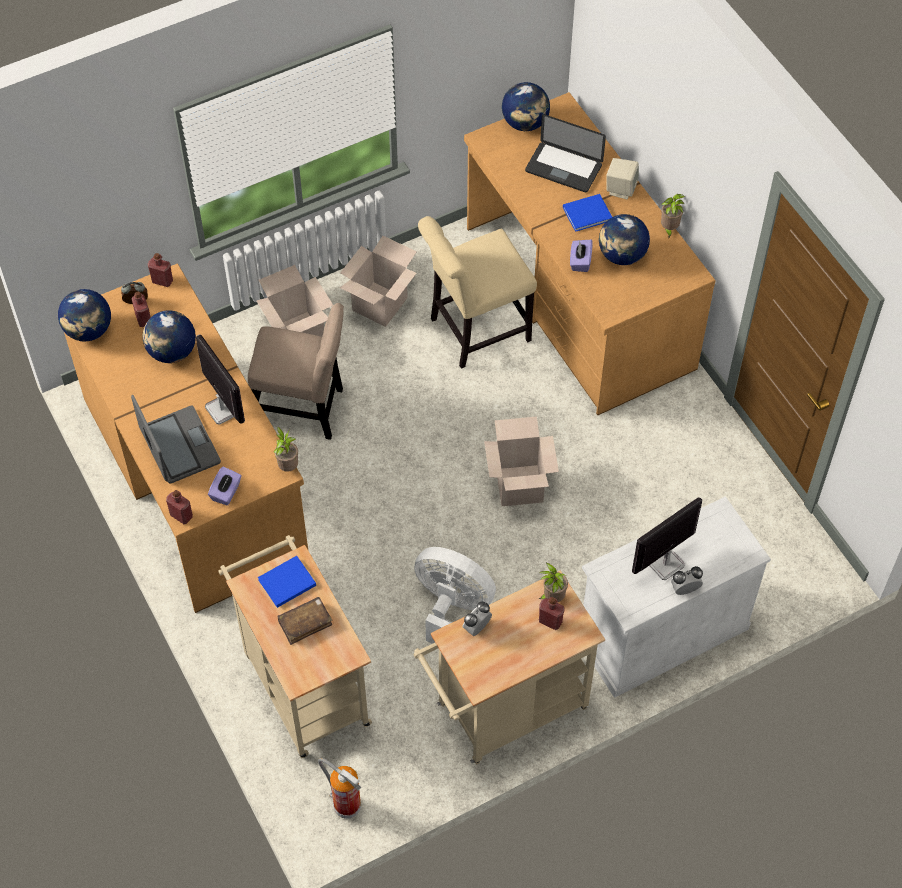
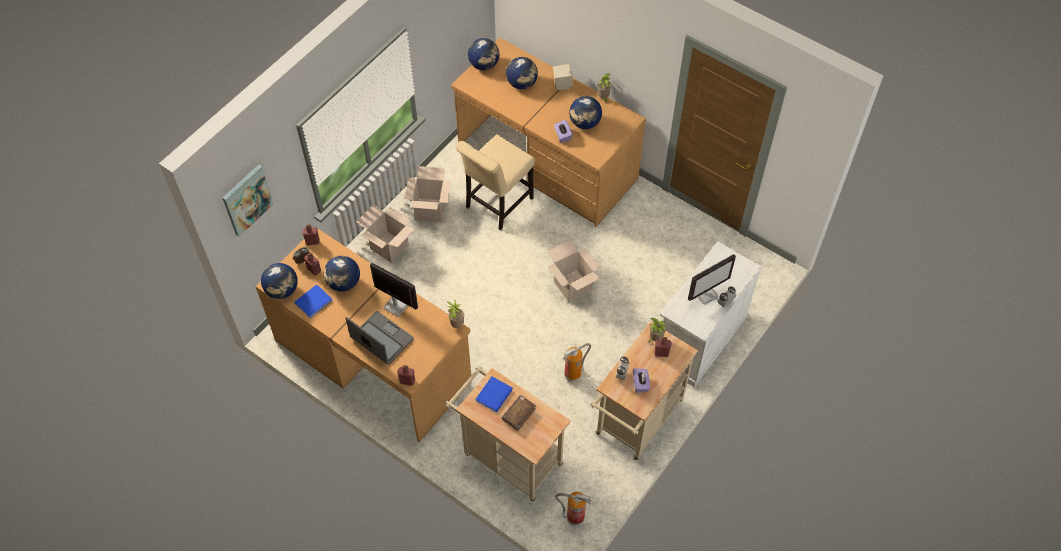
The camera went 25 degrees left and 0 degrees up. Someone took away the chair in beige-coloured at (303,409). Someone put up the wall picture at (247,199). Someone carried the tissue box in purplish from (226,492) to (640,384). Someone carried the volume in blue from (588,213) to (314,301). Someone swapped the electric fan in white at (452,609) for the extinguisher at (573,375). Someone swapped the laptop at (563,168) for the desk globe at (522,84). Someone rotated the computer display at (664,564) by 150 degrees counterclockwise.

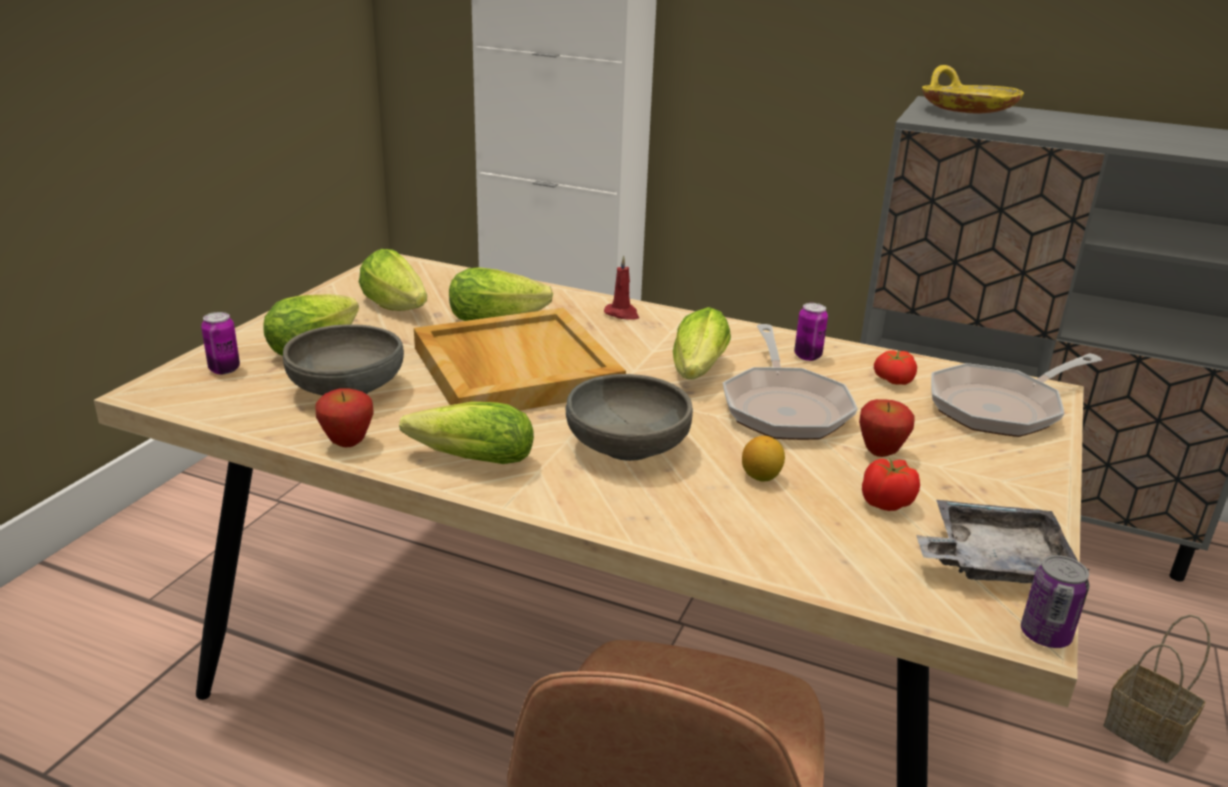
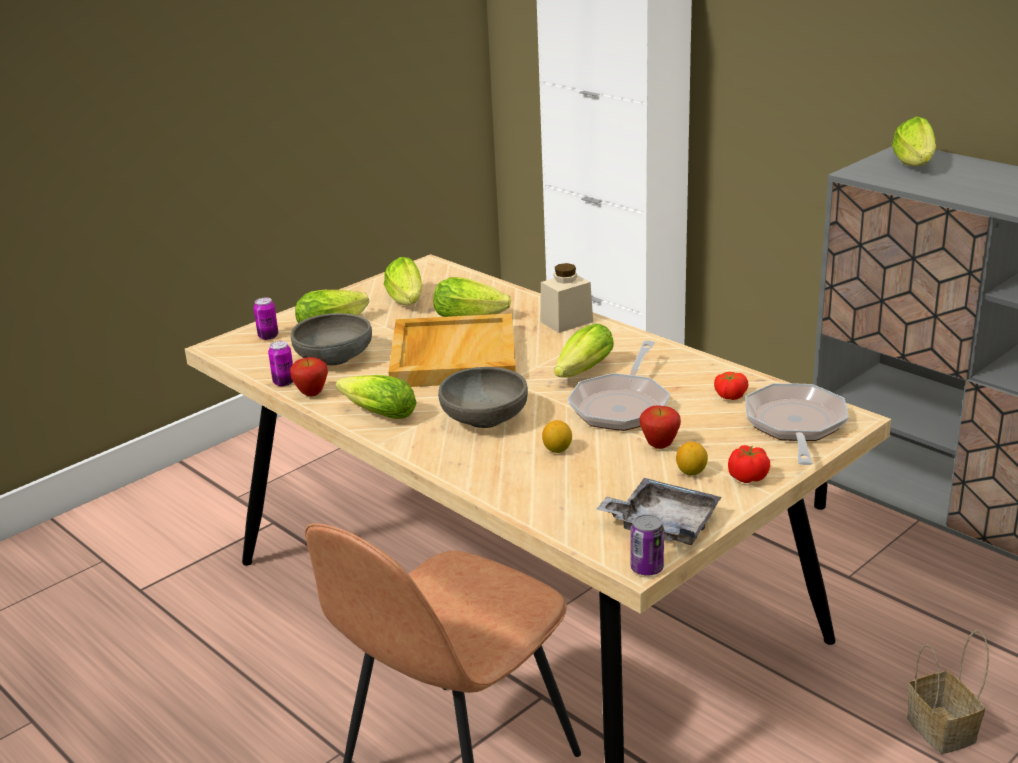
The camera went 25 degrees right and 0 degrees up. Someone put down the lemon at (691,472). Someone carried the metal can from (807,356) to (284,382). Someone carried the tomato from (885,503) to (748,478). Someone swapped the wax candle in reddish at (622,314) for the preserve jar in beige-coloured at (566,321). Someone swapped the serving bowl in yellow at (966,112) for the head of lettuce at (915,164). Someone rotated the frying pan at (1001,407) by 105 degrees clockwise.

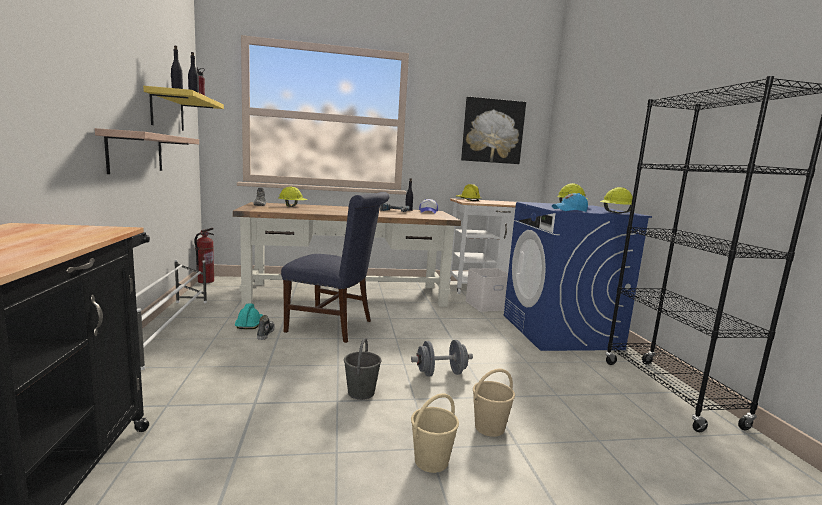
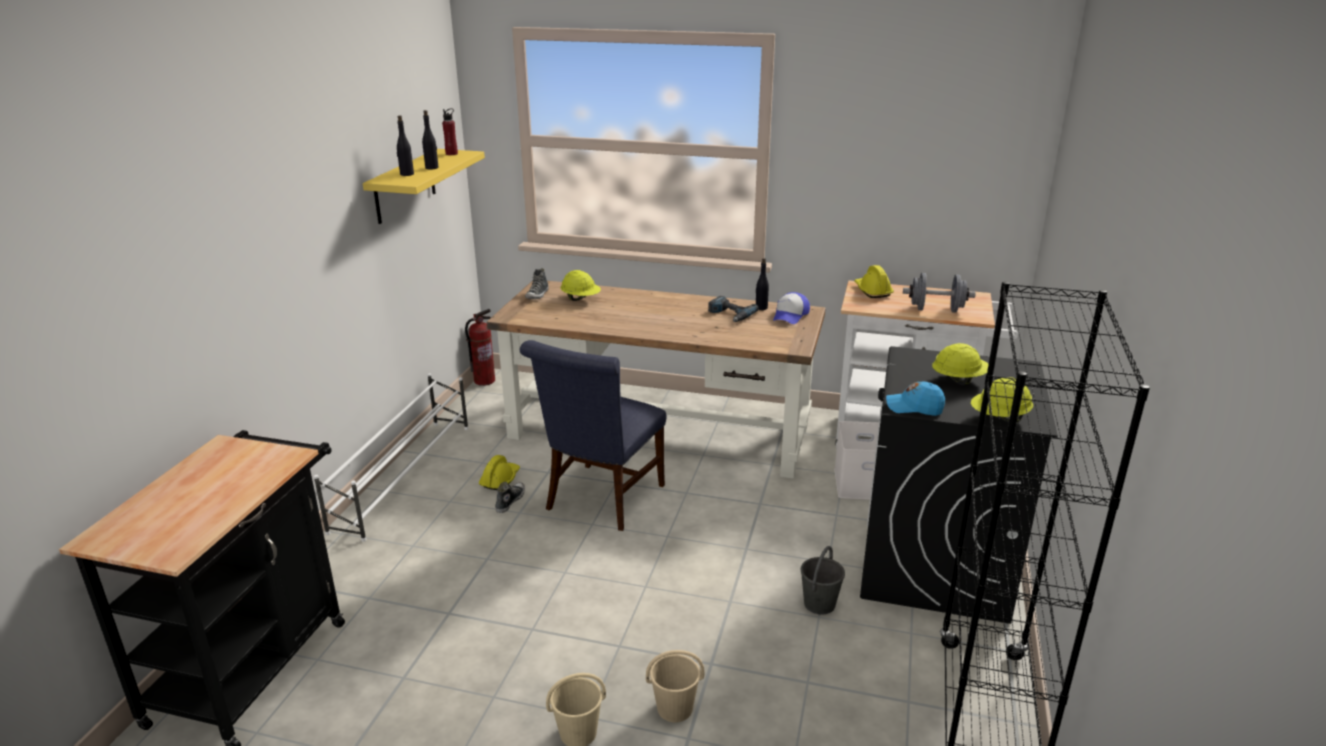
The camera went 25 degrees right and 15 degrees up. Someone took away the wall shelf at (136,152). Someone took away the wall picture at (492,131). Someone carried the pail in greyish from (361,392) to (819,603). Someone carried the free weight in greyish from (441,373) to (936,310). Someone repainted the hard hat in turquoise at (249,324), which became the hard hat in yellow at (500,480). Someone repainted the laundry machine in blue at (560,331), which became the laundry machine in black at (934,564). Someone rotated the chair in blue at (335,326) by 75 degrees clockwise.

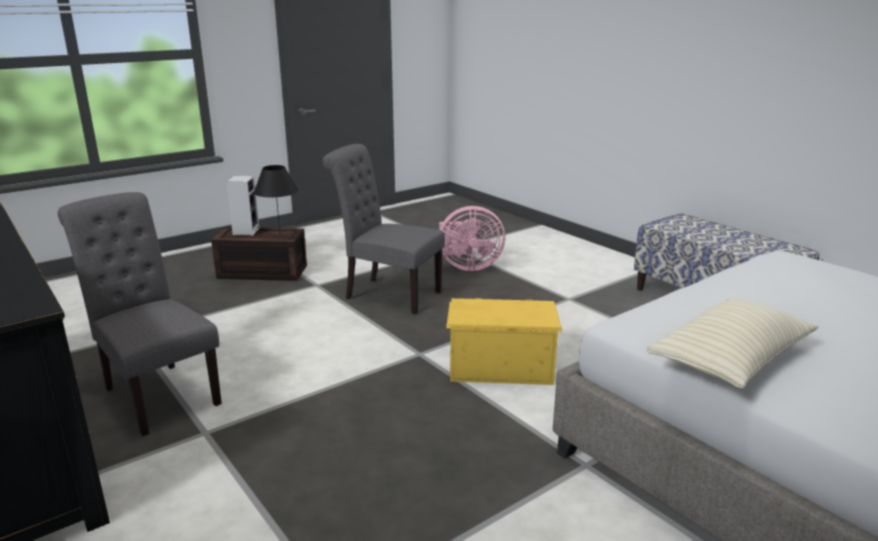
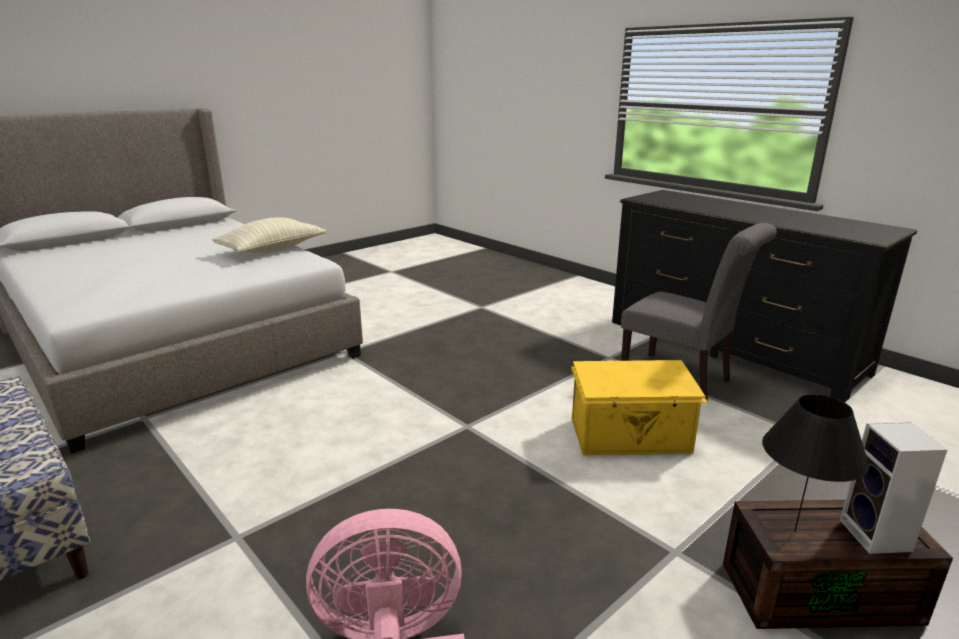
The camera went 175 degrees right and 0 degrees up. Someone took away the chair in greyish at (387,294). Someone carried the storage box in yellow from (500,366) to (631,436).

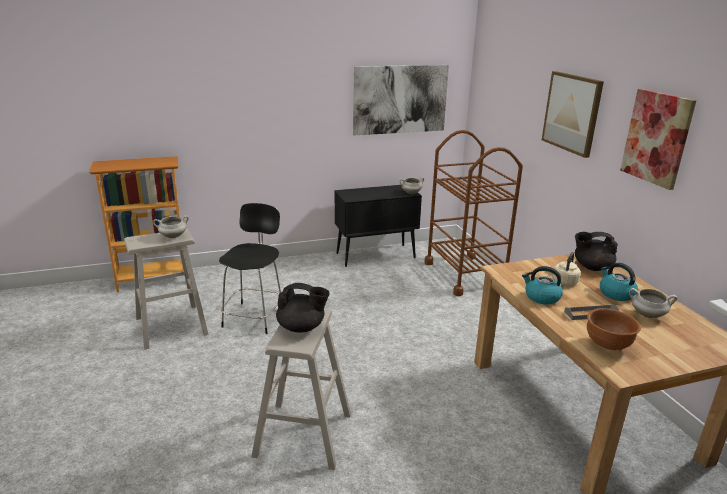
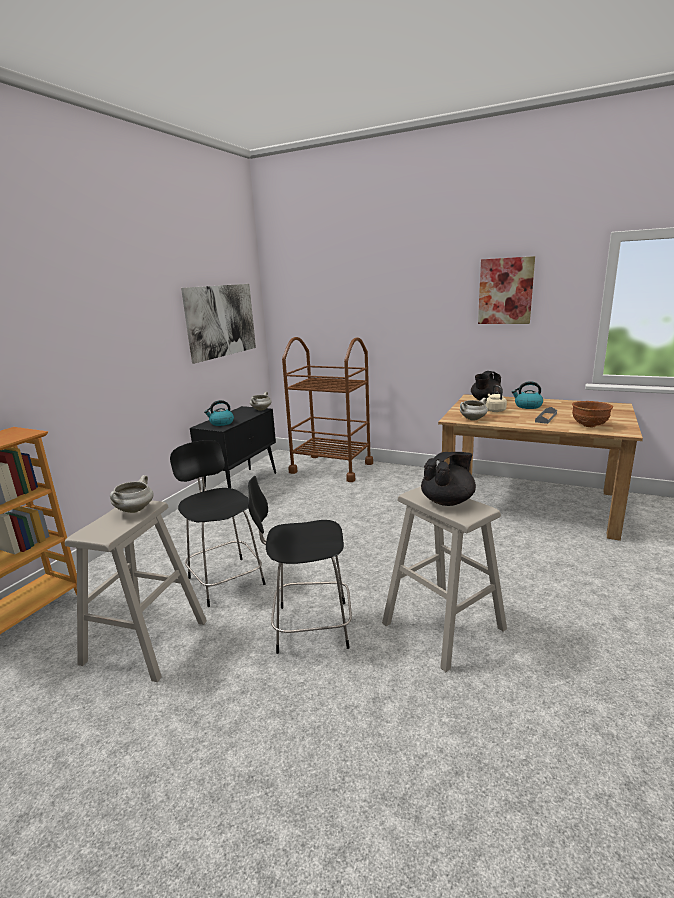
The camera went 45 degrees left and 5 degrees down. Someone took away the wall picture at (572,113). Someone put down the chair in black at (309,626). Someone carried the water kettle from (541,297) to (221,423). Someone carried the stockpot in white from (647,315) to (473,419).

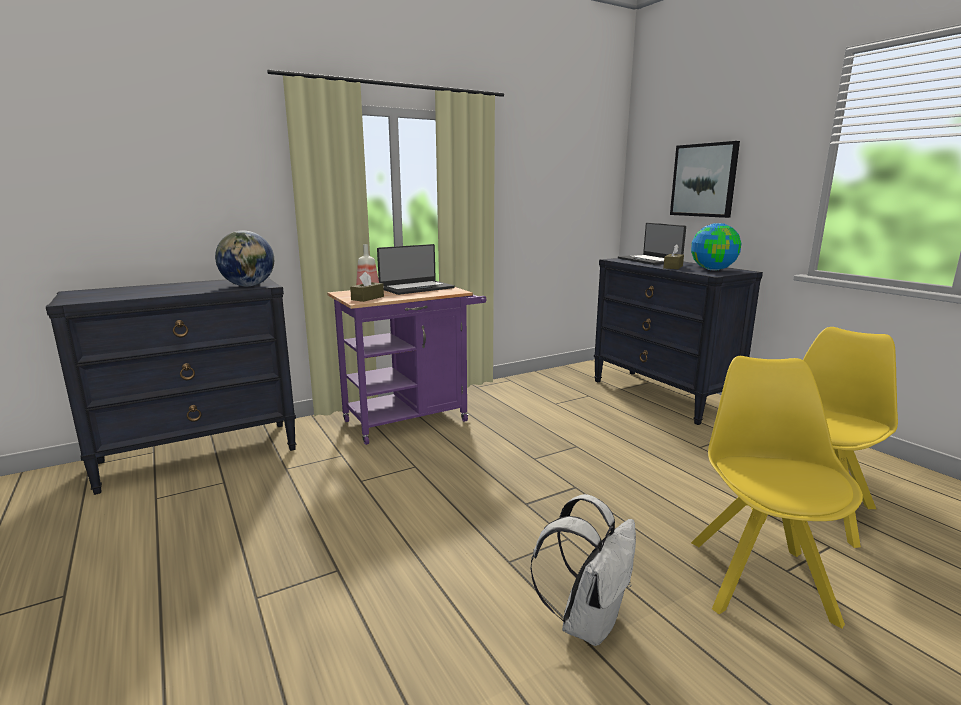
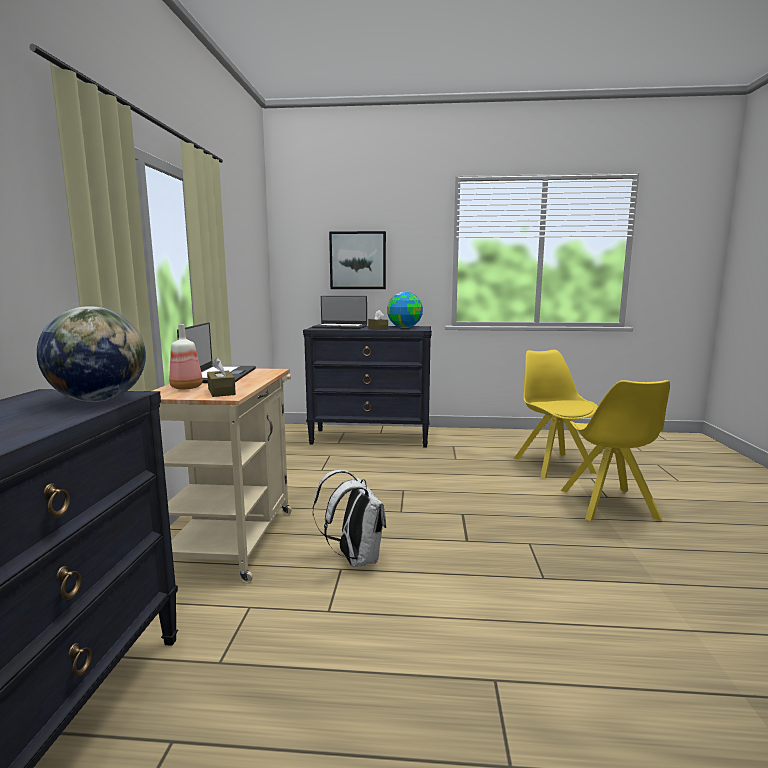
The camera went 55 degrees left and 5 degrees down. Someone carried the backpack in white from (587,621) to (354,558). Someone repainted the trolley in purplish at (413,419), which became the trolley in beige-coloured at (236,536). Someone rotated the chair in yellow at (758,577) by 135 degrees counterclockwise.

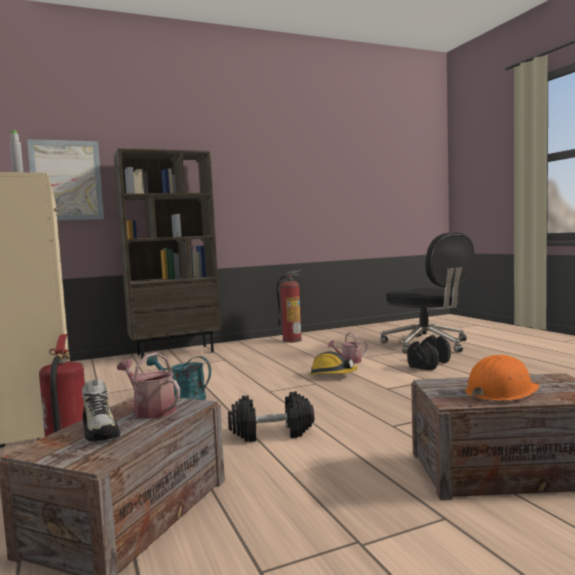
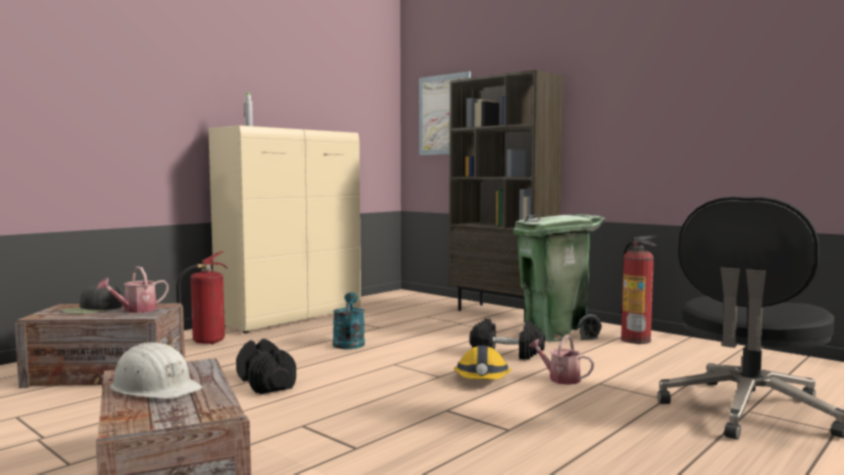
The camera went 65 degrees right and 0 degrees up. Someone put down the trash can in greenish at (556,334). Someone carried the free weight in black from (429,364) to (507,354). Someone swapped the shoe at (100,431) for the peaked cap in black at (92,309). Someone repainted the hard hat in orange at (501,392), which became the hard hat in white at (155,388). Someone rotated the watering can at (151,410) by 150 degrees counterclockwise.

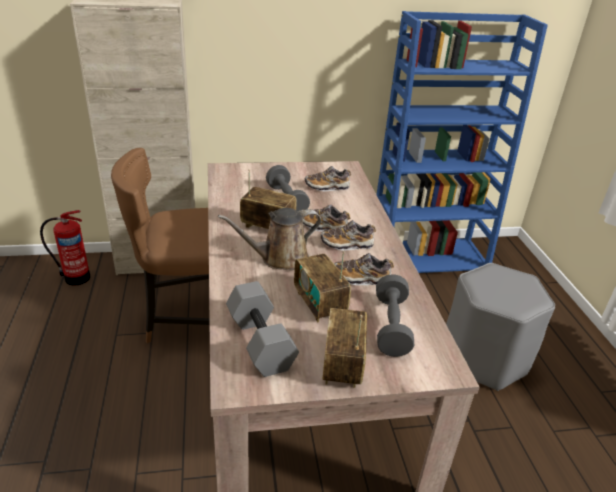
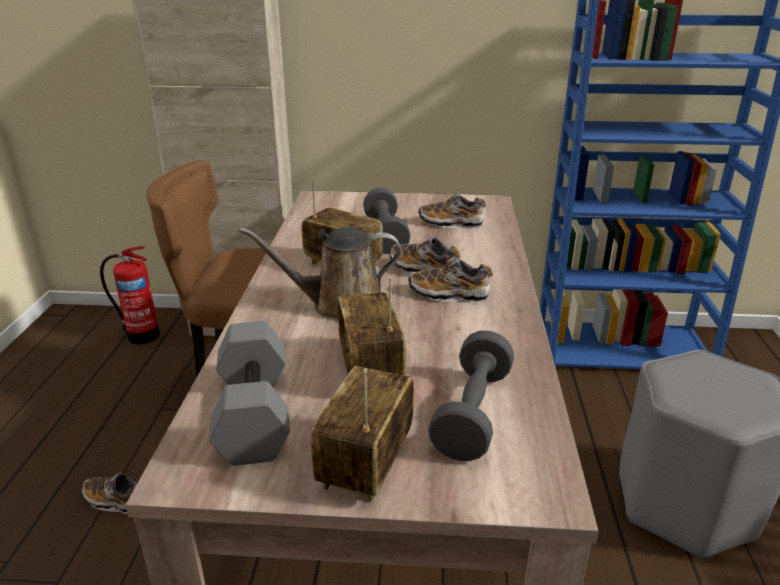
The camera went 15 degrees right and 5 degrees down. Someone carried the shoe from (361,278) to (116,501).

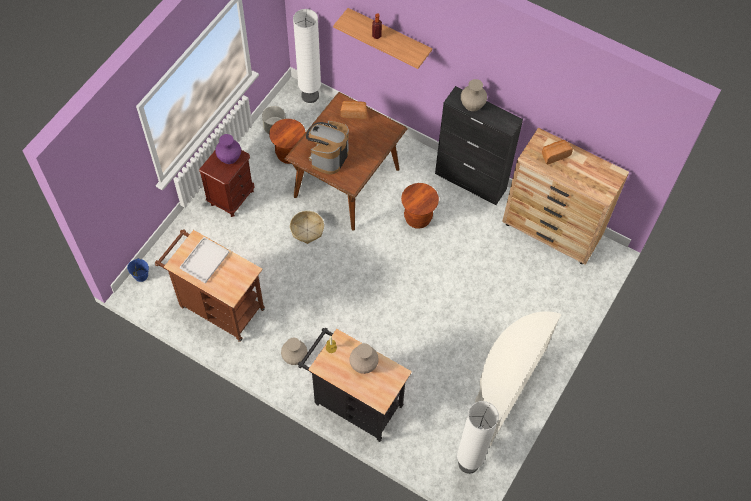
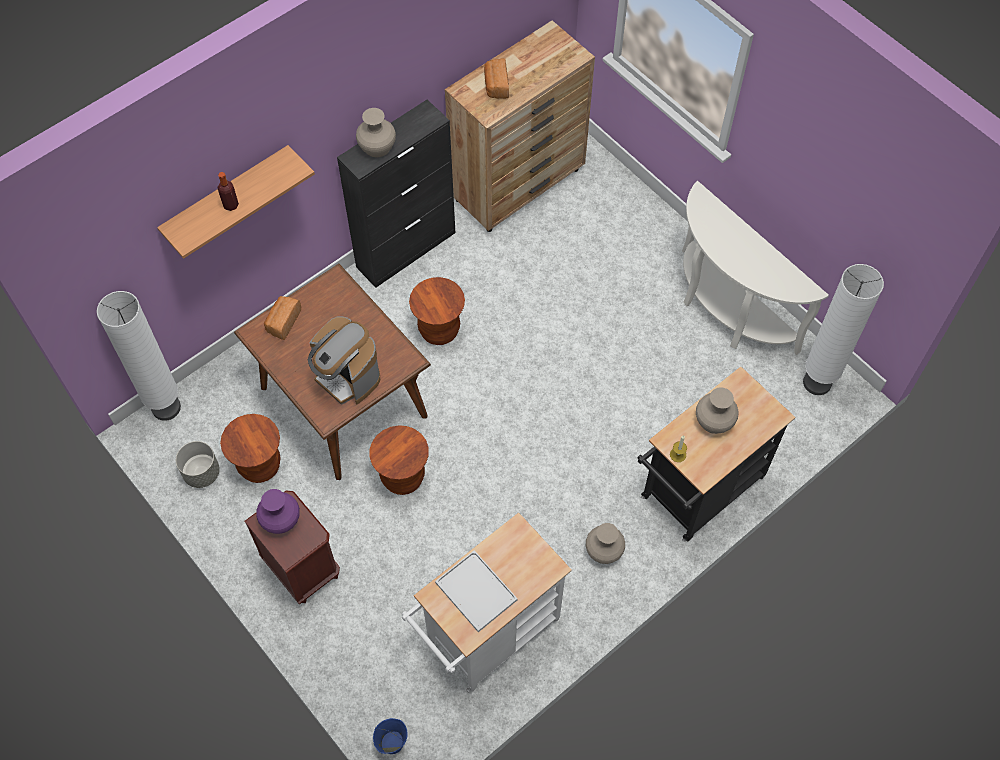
The camera went 70 degrees left and 0 degrees up. Someone swapped the basket at (307,230) for the stool in brown-coloured at (403,477). Someone repainted the trolley in brown-coloured at (218,306), which became the trolley in white at (487,636).

